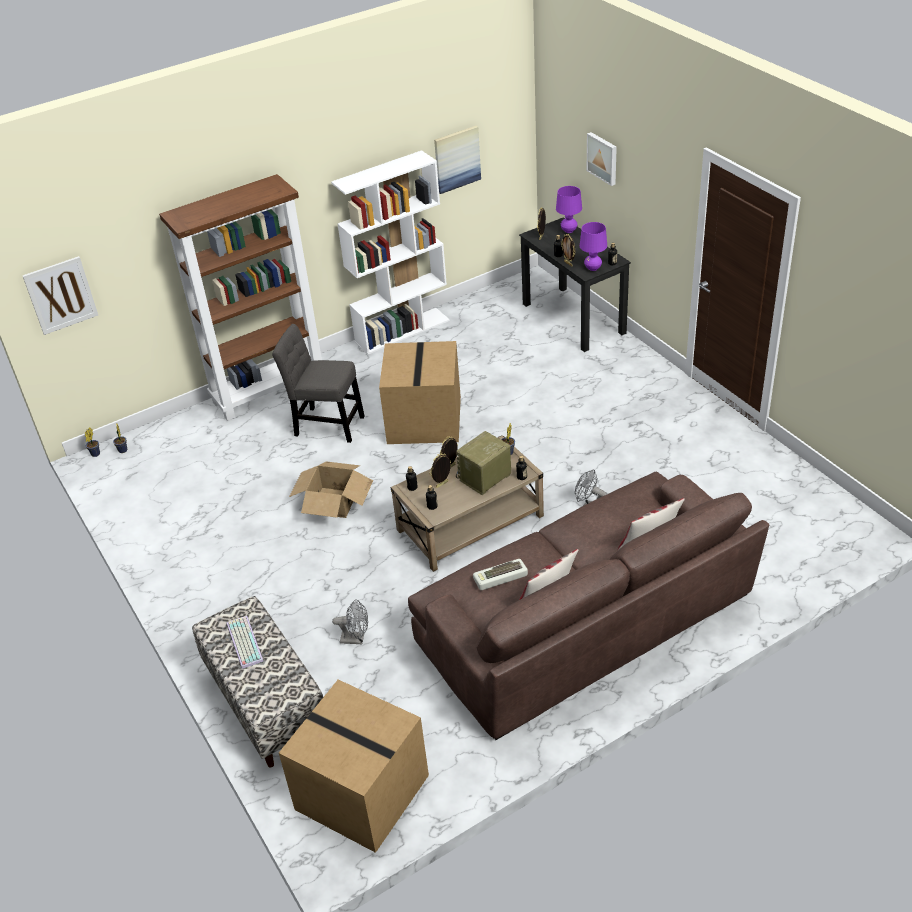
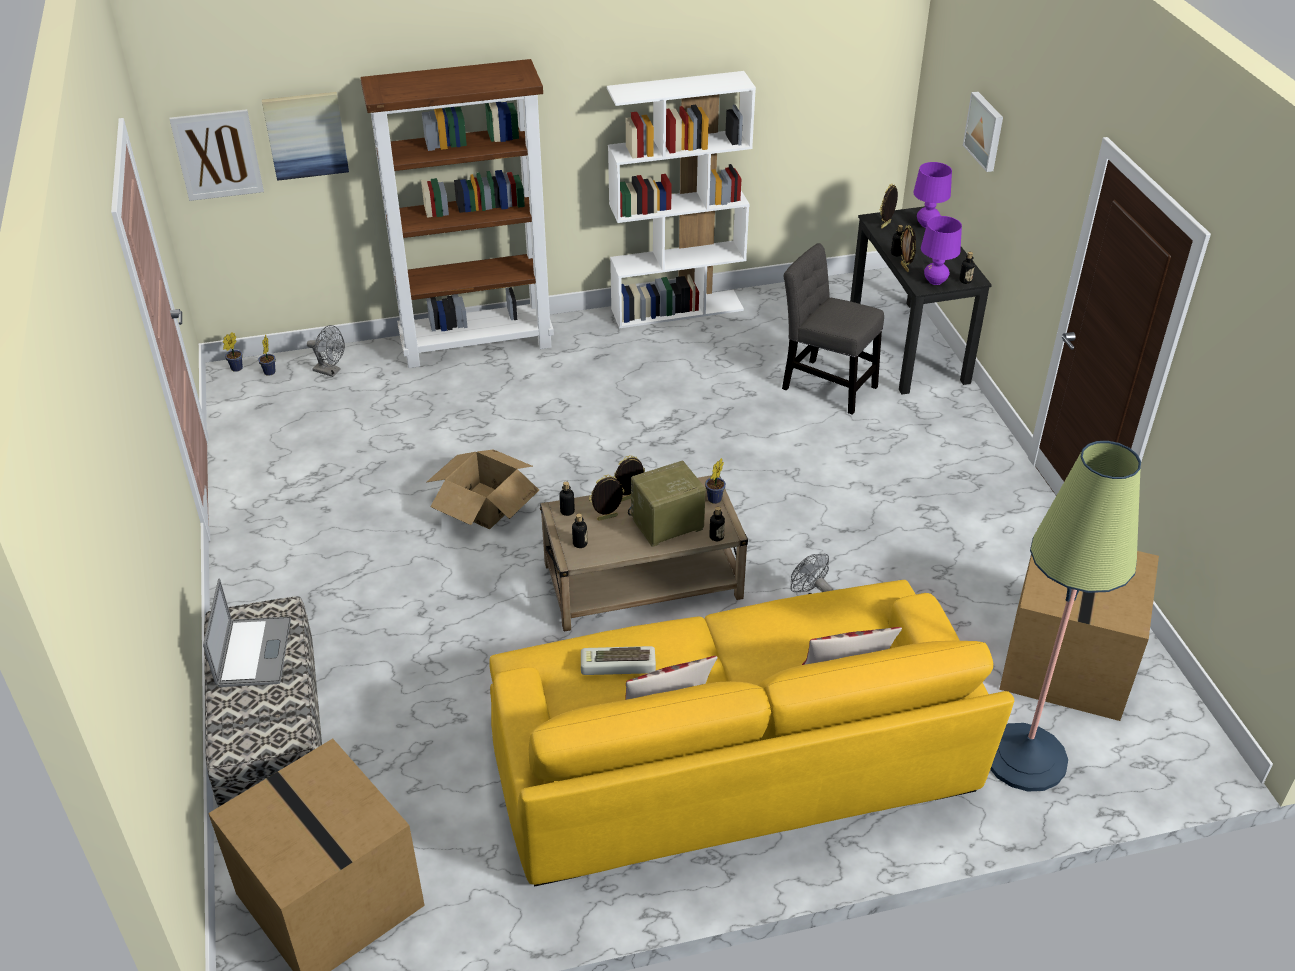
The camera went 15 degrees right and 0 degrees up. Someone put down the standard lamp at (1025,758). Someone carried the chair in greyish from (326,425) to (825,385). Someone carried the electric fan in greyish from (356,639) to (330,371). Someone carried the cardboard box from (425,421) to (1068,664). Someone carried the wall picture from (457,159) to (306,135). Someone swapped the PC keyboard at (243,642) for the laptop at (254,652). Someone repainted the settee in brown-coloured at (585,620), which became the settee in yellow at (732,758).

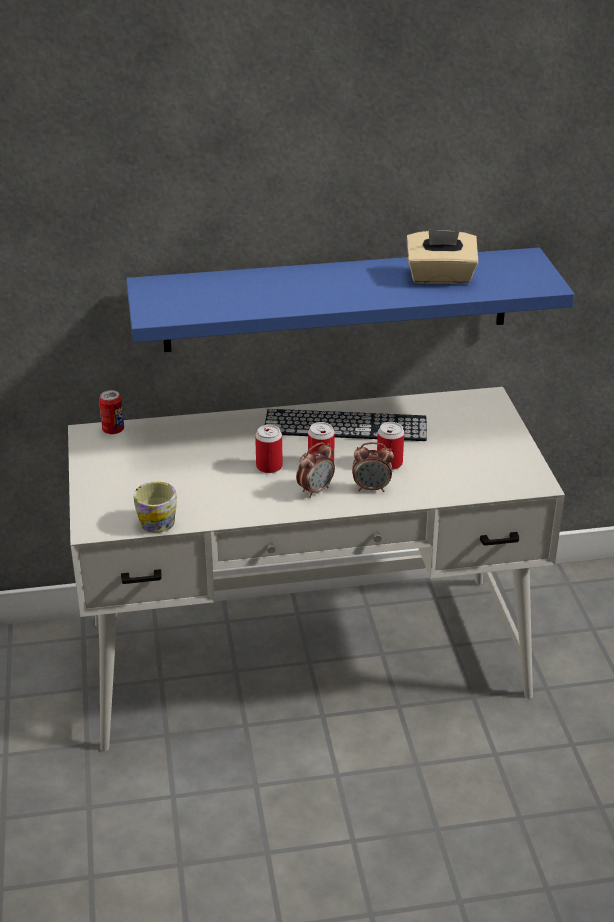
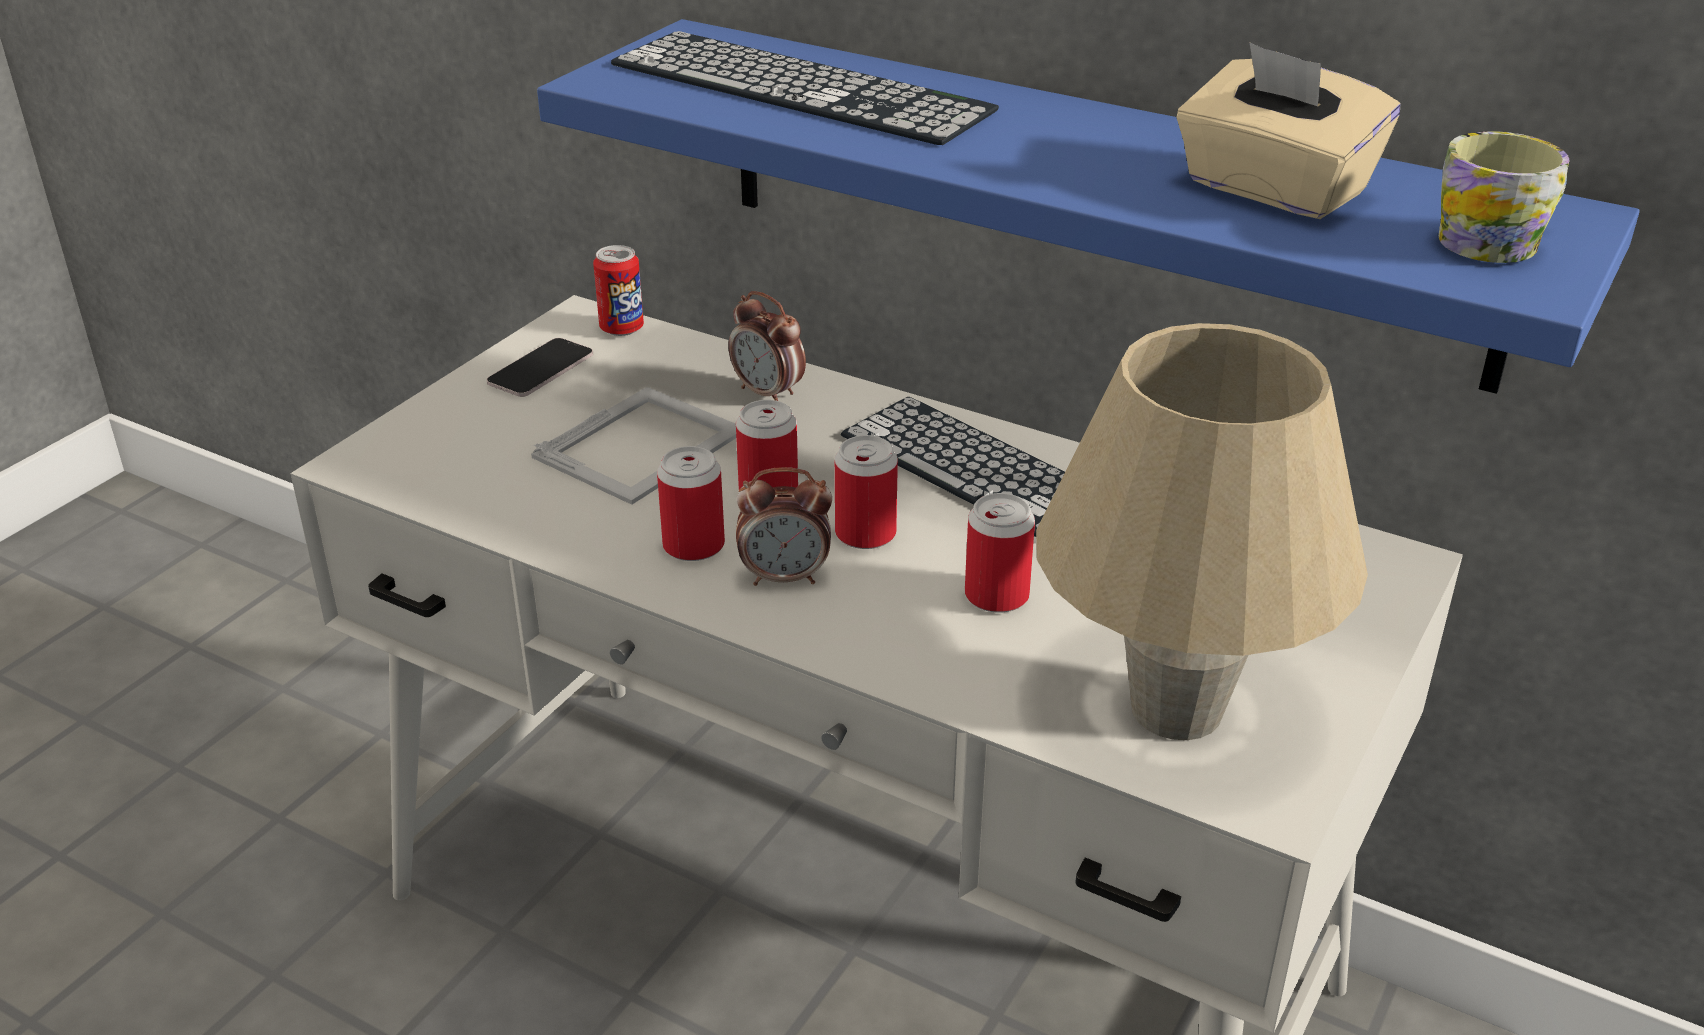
The camera went 40 degrees right and 0 degrees up. Someone put down the phone at (541,369). Someone put down the standing frame at (643,444). Someone put down the PC keyboard at (799,87). Someone put down the metal can at (693,546). Someone put down the table lamp in beige-coloured at (1176,710). Someone carried the coffee mug from (160,520) to (1498,242). Someone carried the table clock from (371,488) to (768,393).

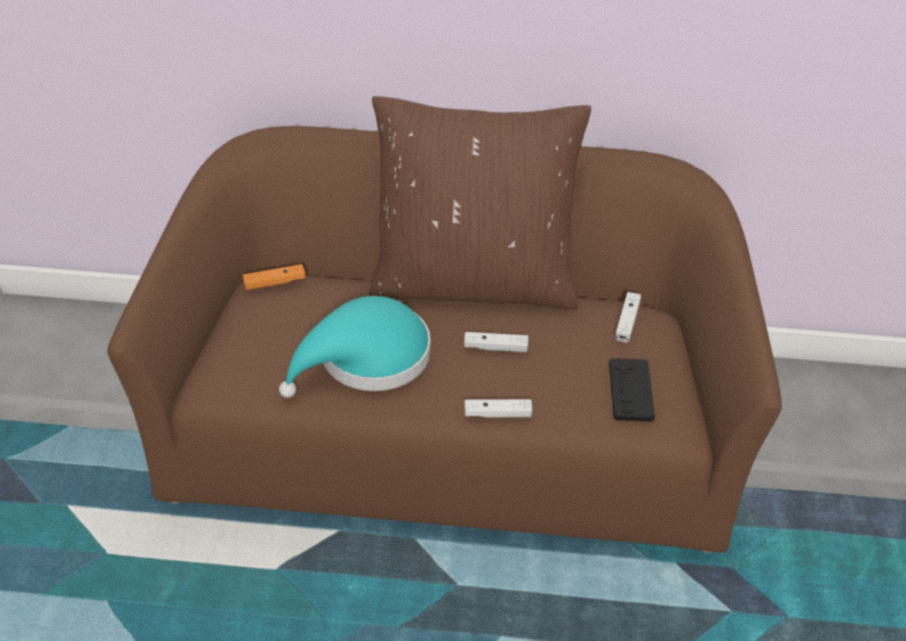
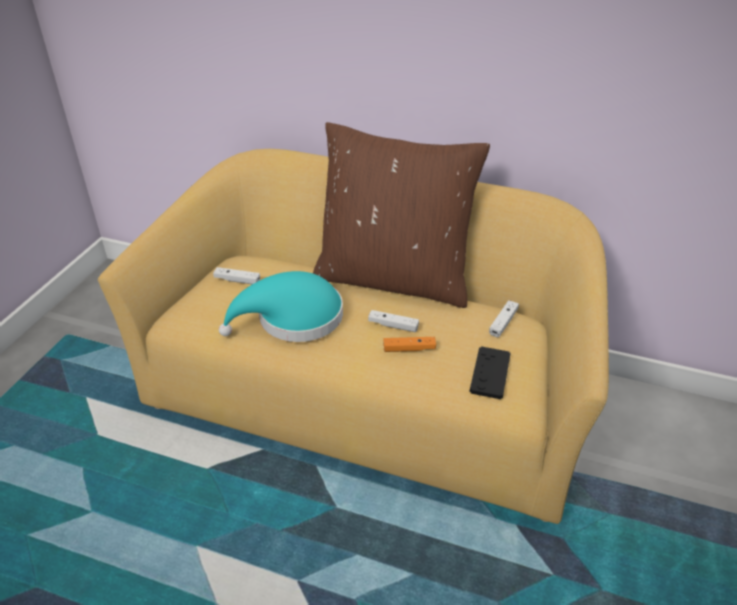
The camera went 15 degrees right and 5 degrees down. Someone carried the joypad in orange from (274,282) to (409,349). Someone carried the joypad in white from (497,414) to (237,280). Someone repainted the settee in brown-coloured at (449,434), which became the settee in yellow at (368,395).

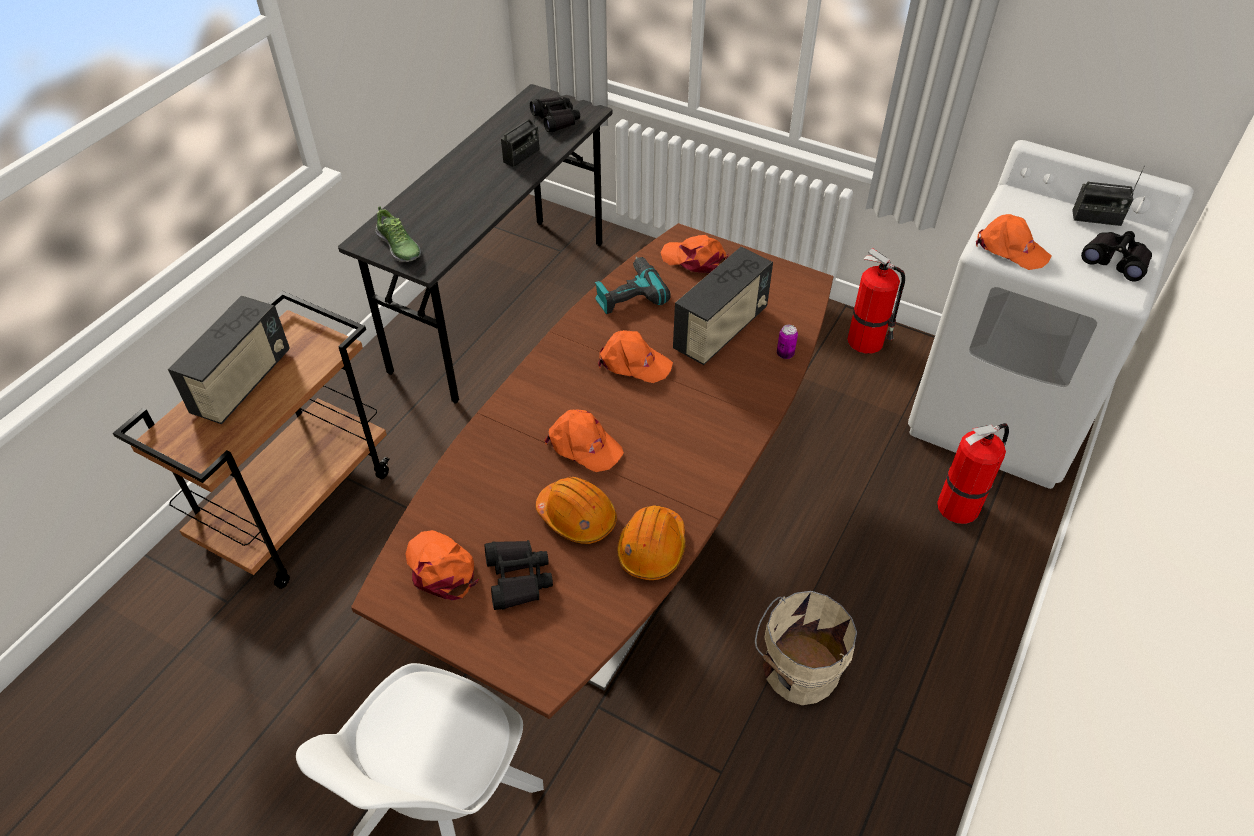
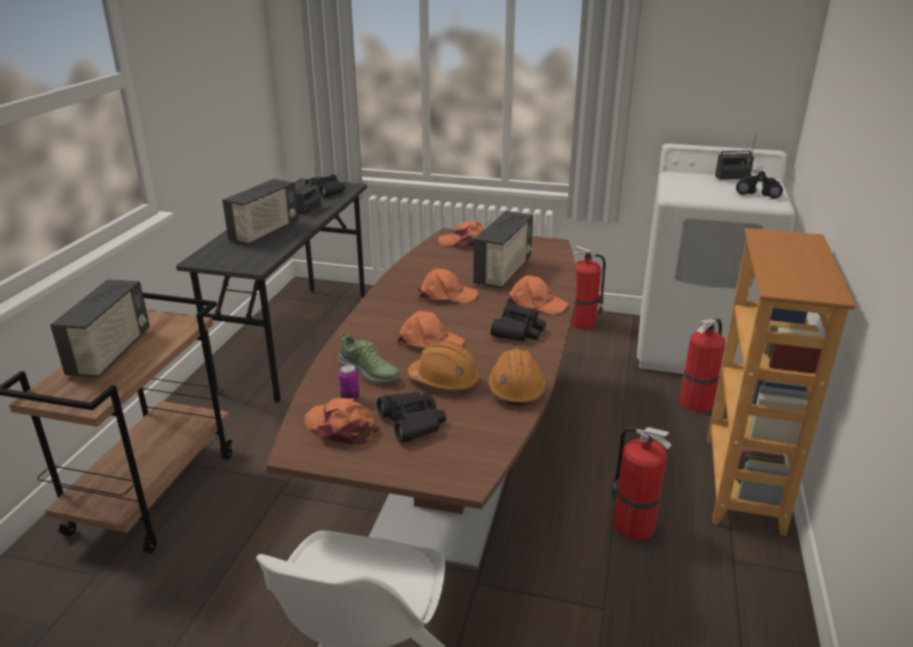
The camera went 15 degrees left and 20 degrees down. Someone took away the drill at (628,294). Someone put down the radio receiver at (265,232). Someone put down the binoculars in black at (518,331). Someone put down the bookshelf at (744,485). Someone carried the shoe from (399,247) to (369,372). Someone carried the metal can from (785,354) to (350,398). Someone carried the peaked cap in orange from (1010,249) to (536,303). Someone swapped the pail in beige-coloured at (798,671) for the extinguisher at (631,524).

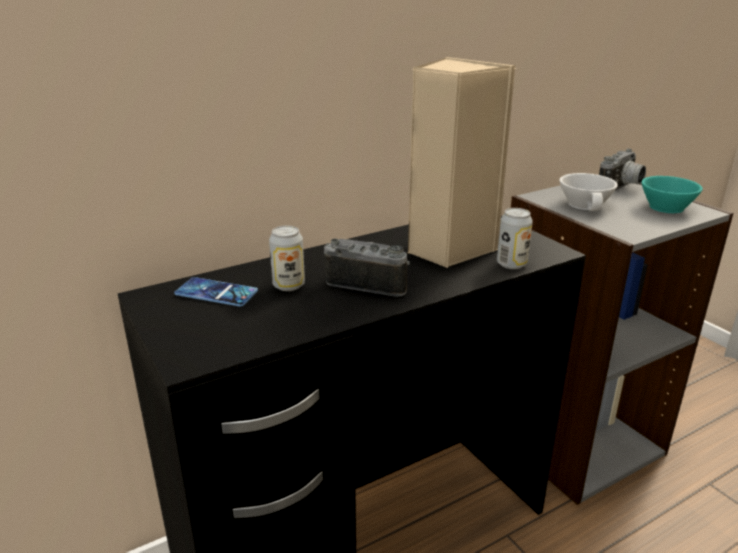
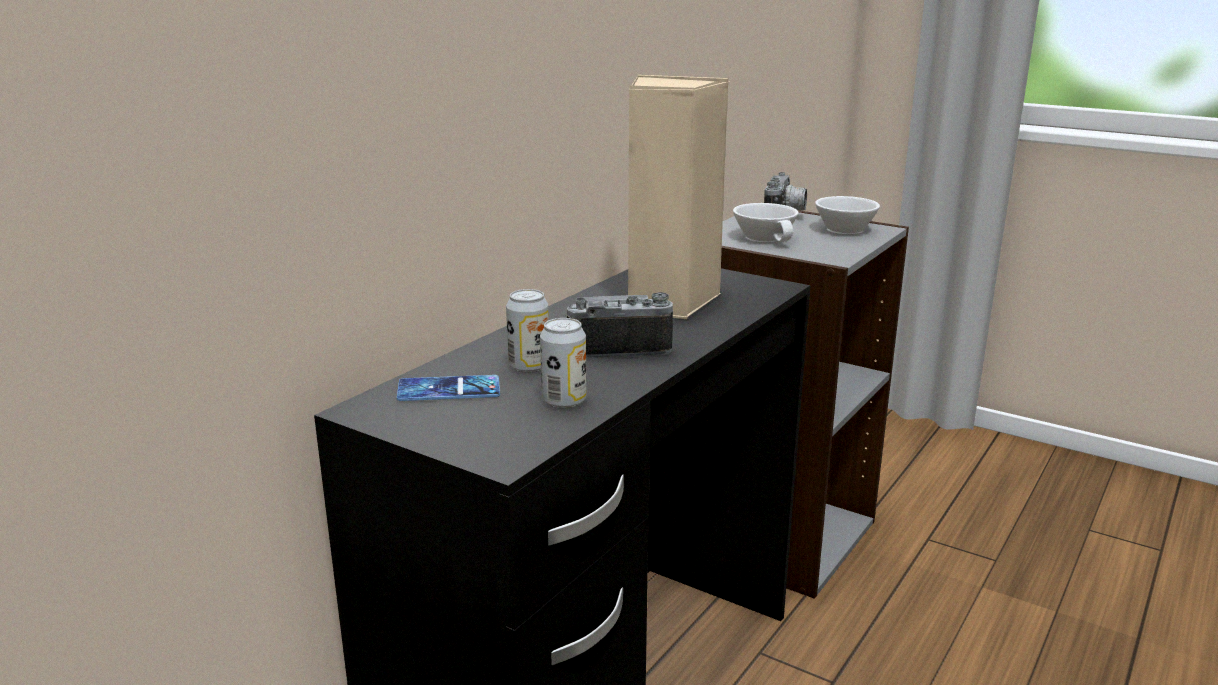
The camera went 25 degrees left and 5 degrees down. Someone carried the metal can from (511,264) to (564,401). Someone repainted the cup in turquoise at (663,206), which became the cup in white at (841,229).

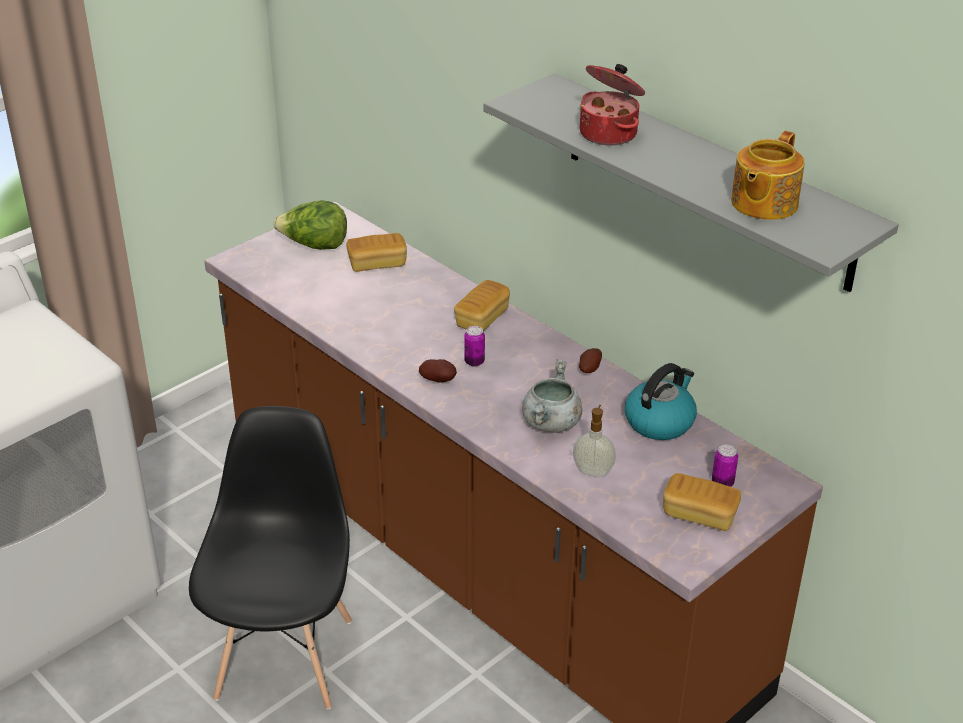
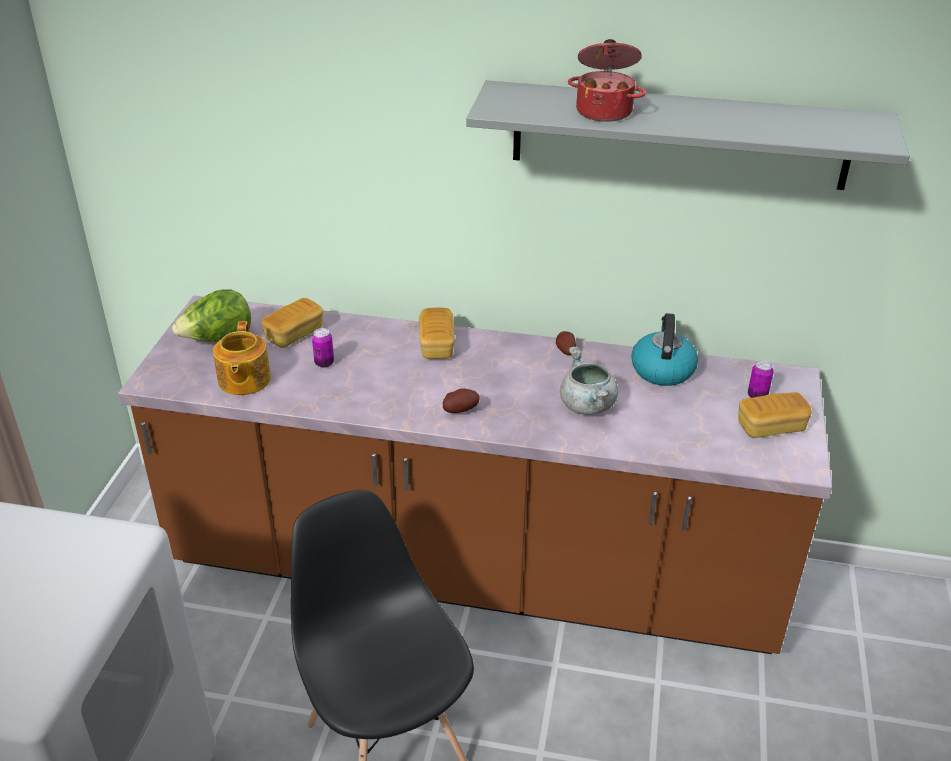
The camera went 35 degrees left and 0 degrees up. Someone took away the soap dispenser at (593,471). Someone carried the metal can from (474,362) to (324,363). Someone carried the pot for tea from (762,203) to (243,380).

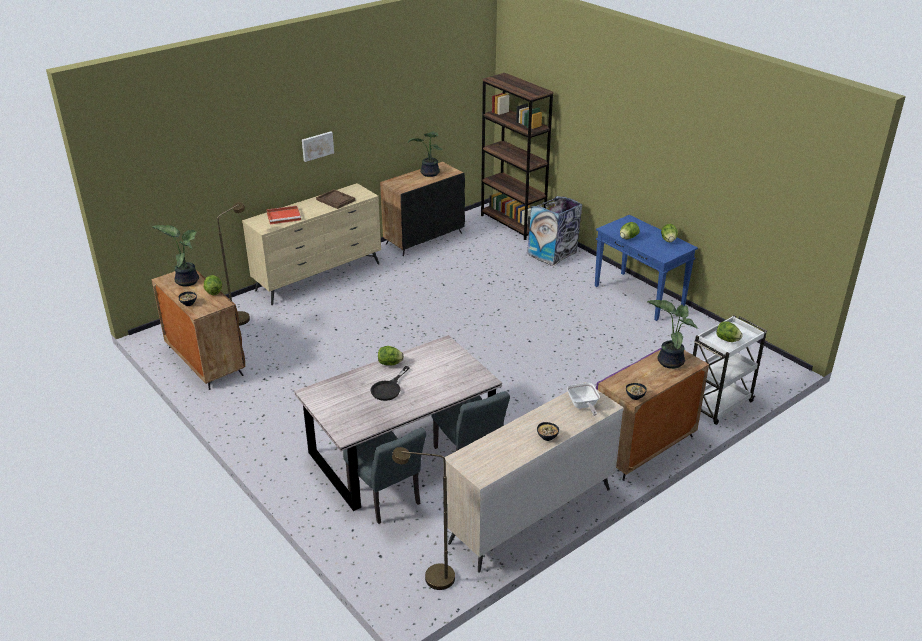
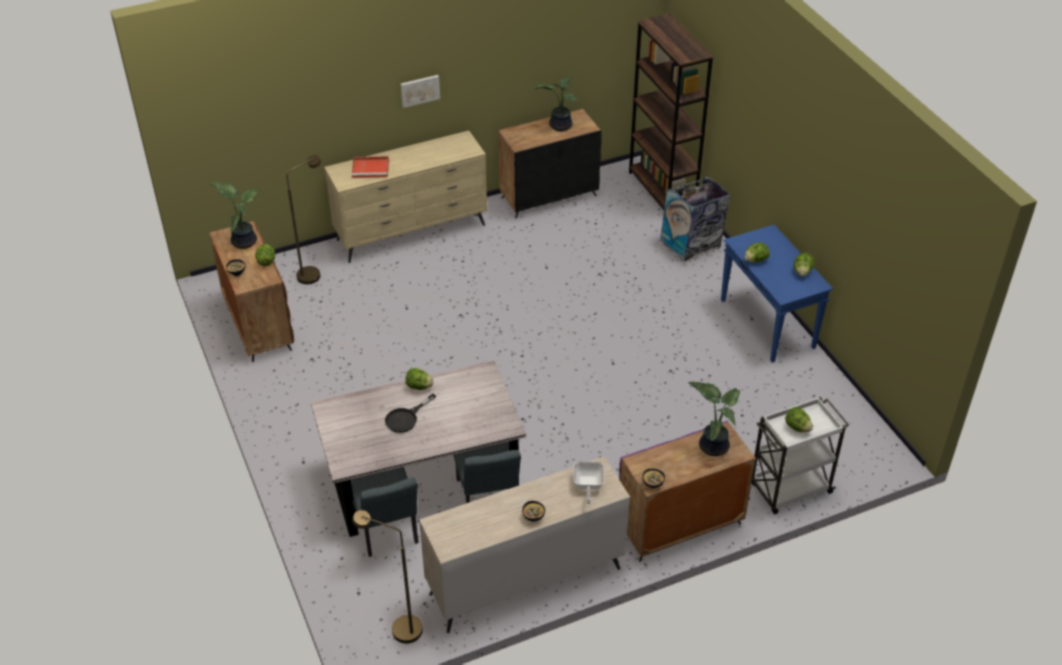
The camera went 15 degrees right and 10 degrees up. Someone took away the serving tray in brown-coloured at (336,200).

